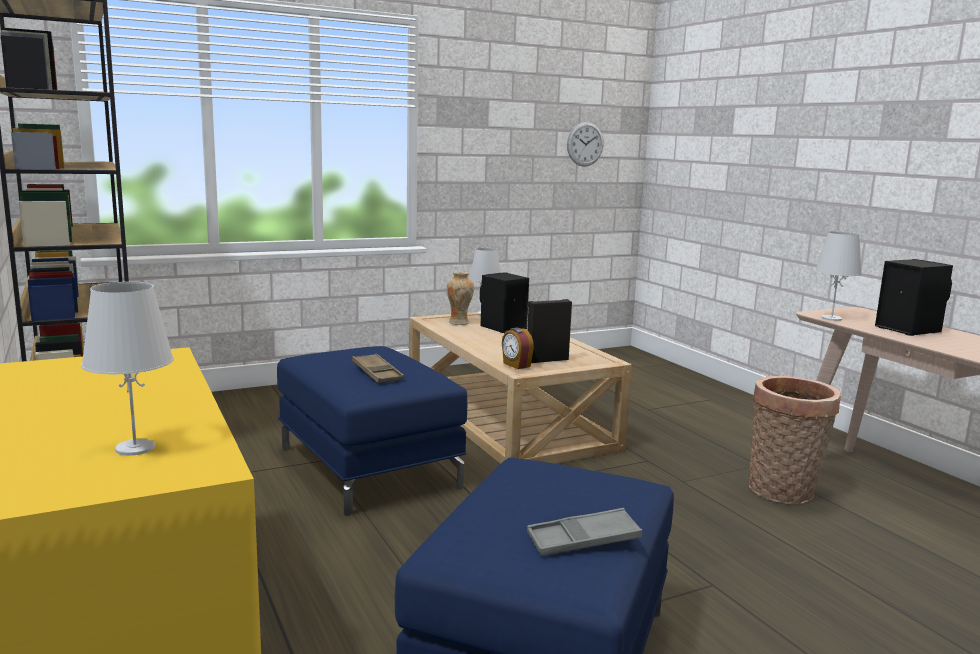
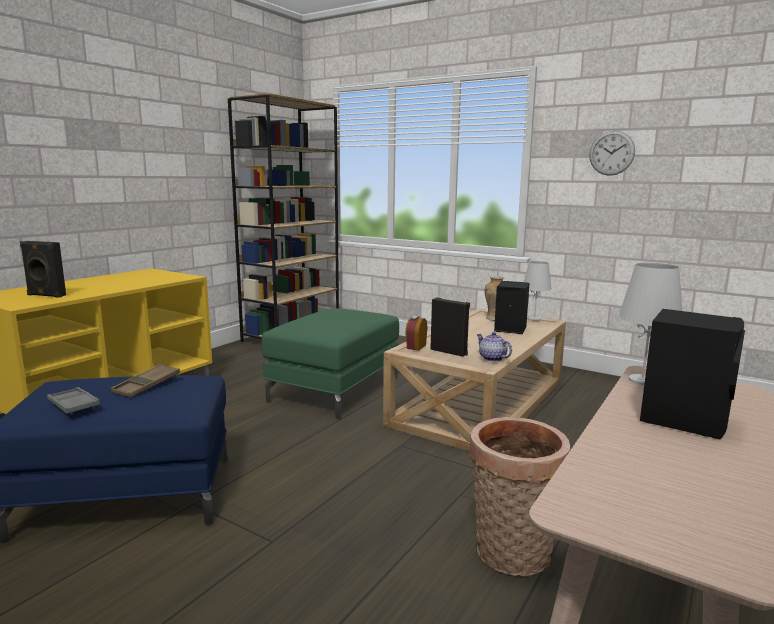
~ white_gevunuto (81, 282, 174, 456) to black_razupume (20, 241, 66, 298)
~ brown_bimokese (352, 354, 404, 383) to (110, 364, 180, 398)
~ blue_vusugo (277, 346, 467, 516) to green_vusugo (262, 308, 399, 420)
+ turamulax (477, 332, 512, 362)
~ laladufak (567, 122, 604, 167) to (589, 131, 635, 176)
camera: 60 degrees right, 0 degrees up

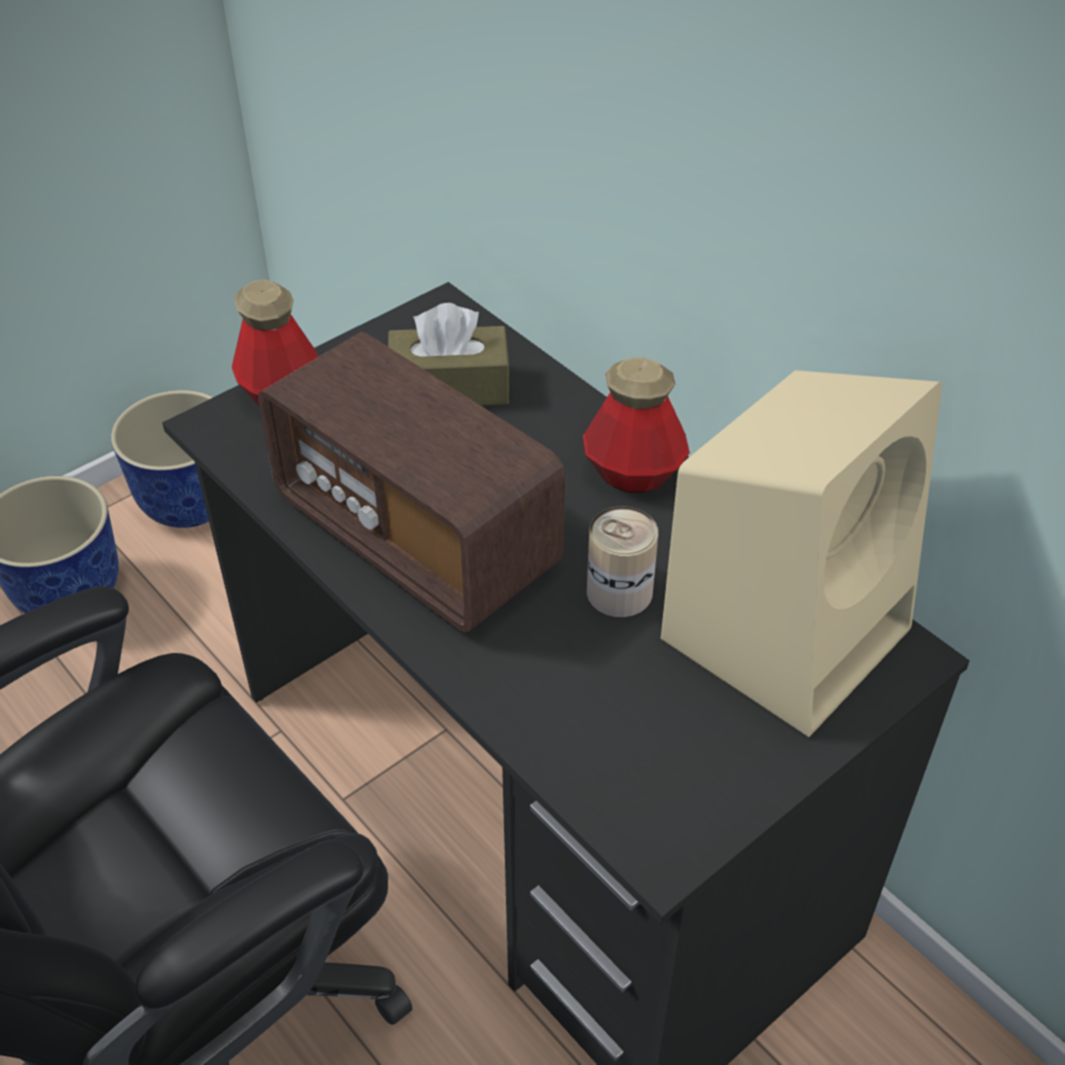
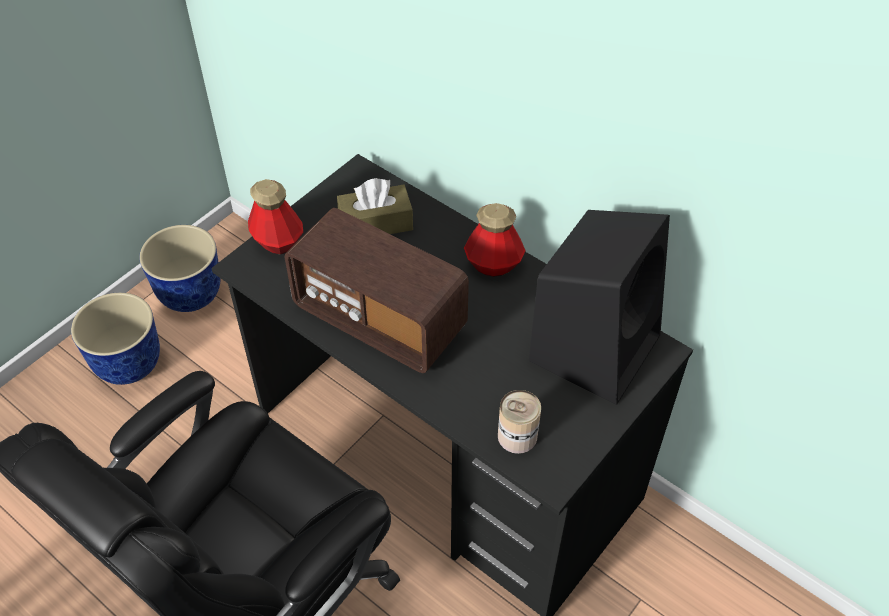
~ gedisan (587, 506, 658, 617) to (498, 390, 541, 454)
~ beige_razupume (661, 370, 942, 737) to black_razupume (529, 210, 670, 405)
camera: 10 degrees left, 5 degrees up

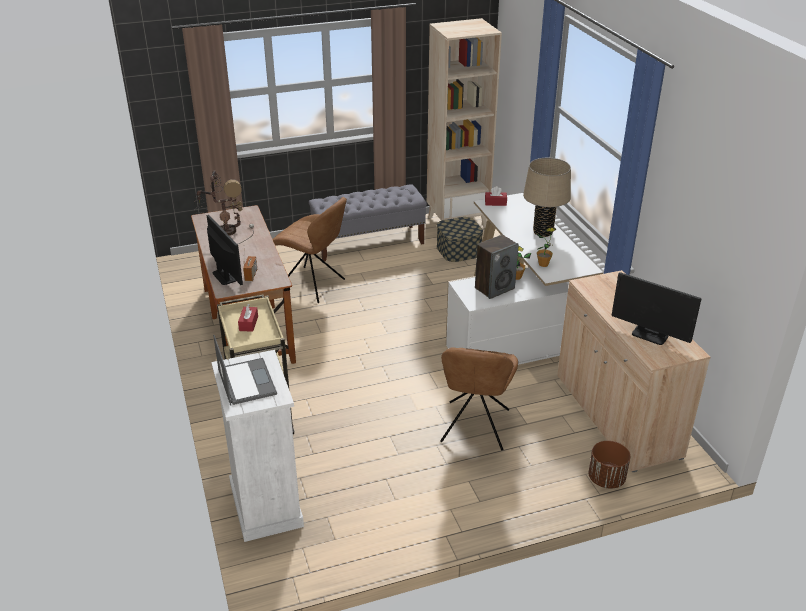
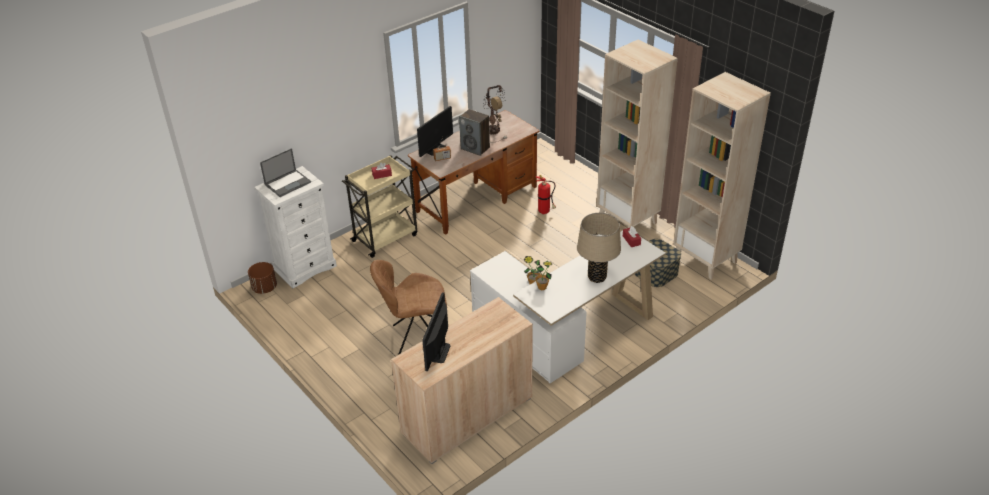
~ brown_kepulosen (588, 441, 630, 489) to (248, 262, 277, 294)
~ razupume (475, 235, 519, 299) to (459, 109, 490, 156)
~ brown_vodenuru (273, 197, 347, 303) to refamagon (536, 175, 556, 215)
~ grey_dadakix (309, 184, 427, 261) to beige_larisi (597, 40, 678, 228)
camera: 70 degrees right, 5 degrees up

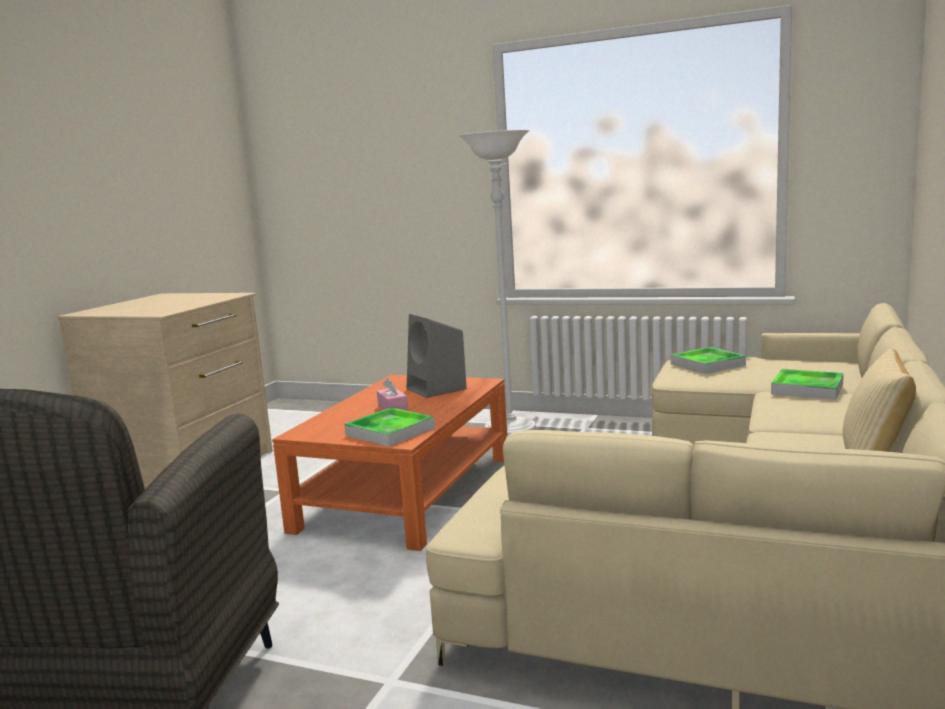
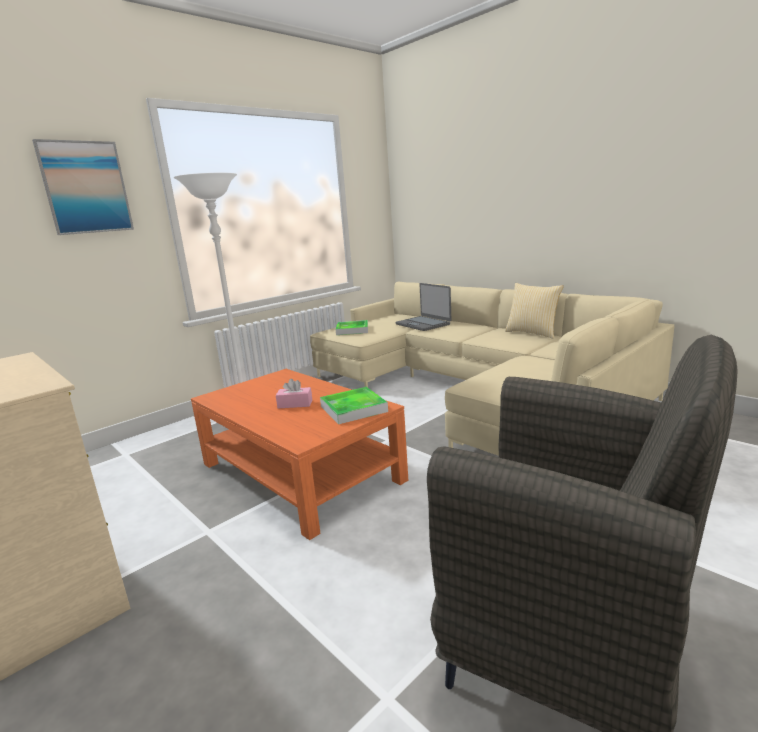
+ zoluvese (32, 139, 134, 235)
~ bimokese (771, 369, 844, 400) to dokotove (396, 283, 451, 331)
- grey_razupume (407, 314, 467, 398)
camera: 65 degrees left, 5 degrees up

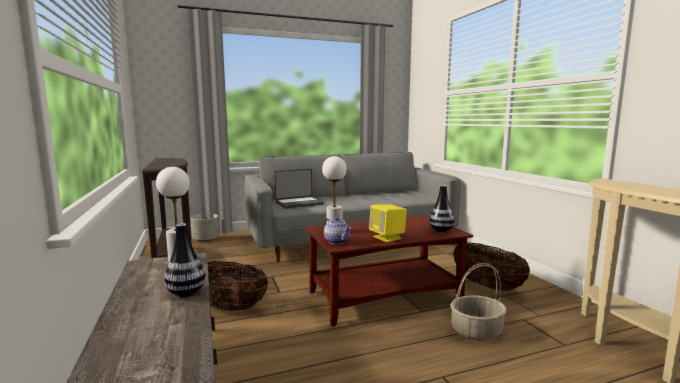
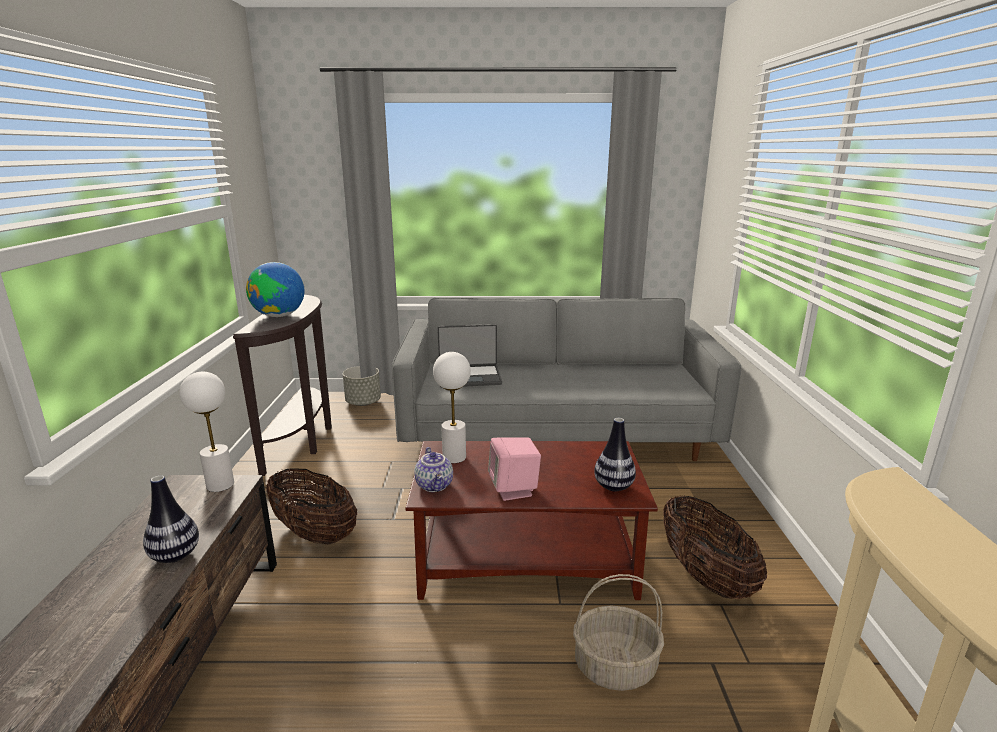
+ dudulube (246, 262, 304, 317)
~ yellow_razupume (369, 205, 407, 242) to pink_razupume (488, 437, 541, 501)
camera: 20 degrees right, 10 degrees up

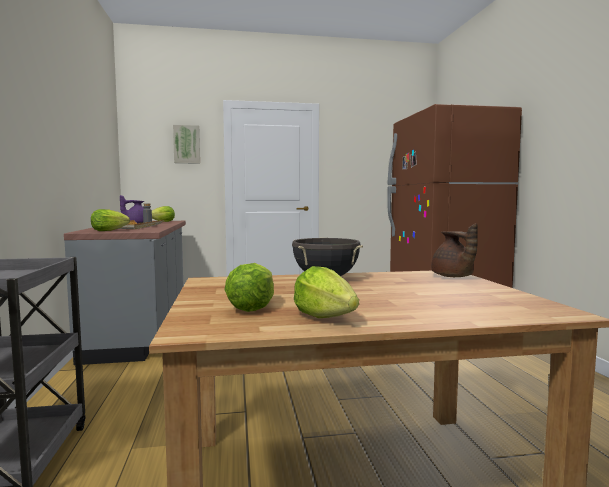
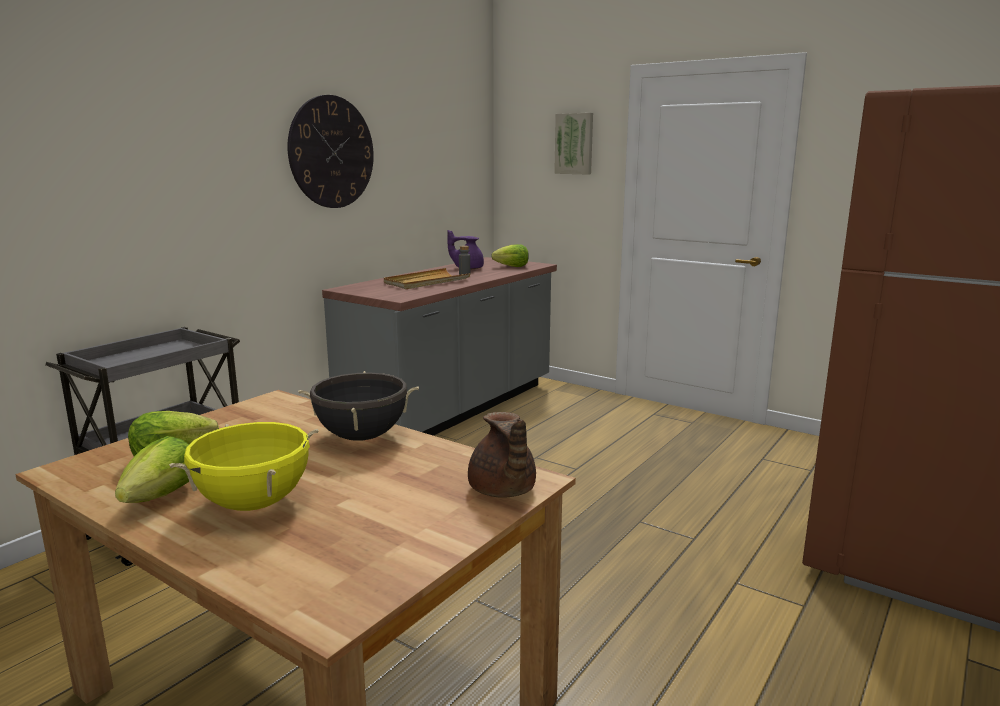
+ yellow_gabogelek (169, 422, 319, 511)
+ laladufak (288, 95, 374, 208)
~ brown_turamulax (431, 223, 478, 277) = (468, 412, 536, 498) 45 degrees counterclockwise
- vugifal (91, 209, 130, 231)
camera: 45 degrees right, 10 degrees up

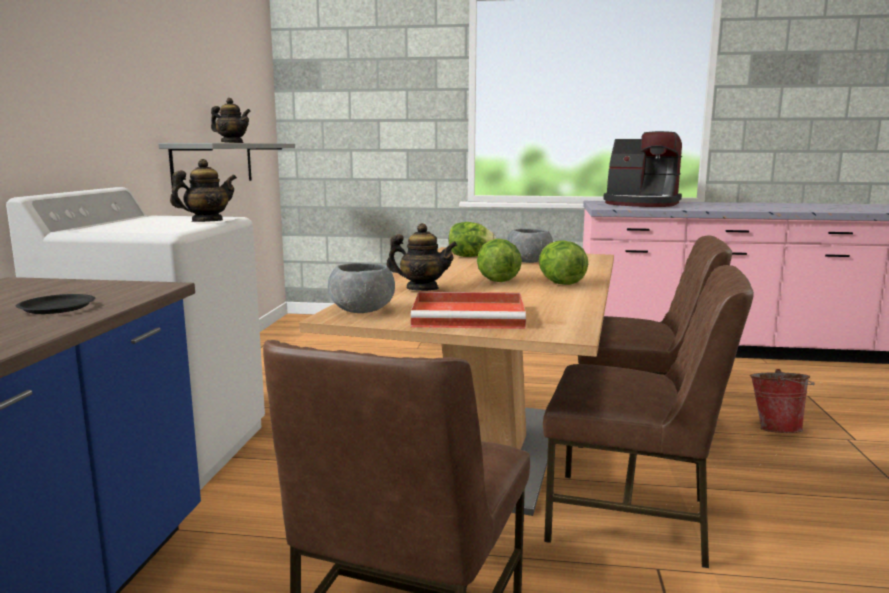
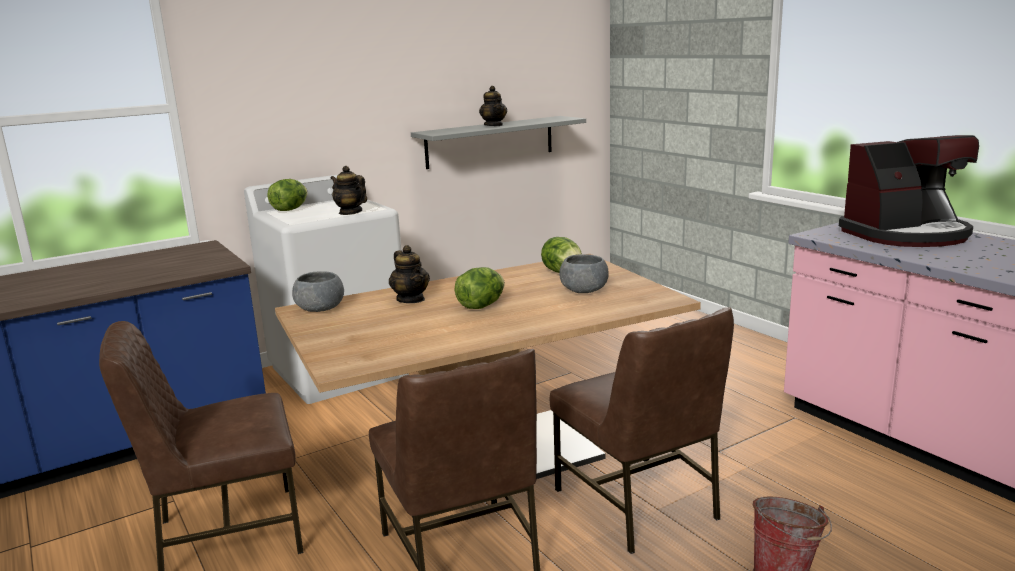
~ vugifal (539, 240, 588, 285) to (268, 179, 308, 211)
~ turamulax (170, 159, 237, 222) = (331, 166, 367, 215) 150 degrees counterclockwise
~ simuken (603, 131, 682, 207) = (839, 135, 979, 247) 90 degrees counterclockwise
- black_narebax (16, 294, 95, 314)
- red_bimokese (411, 292, 526, 329)
camera: 50 degrees right, 5 degrees up

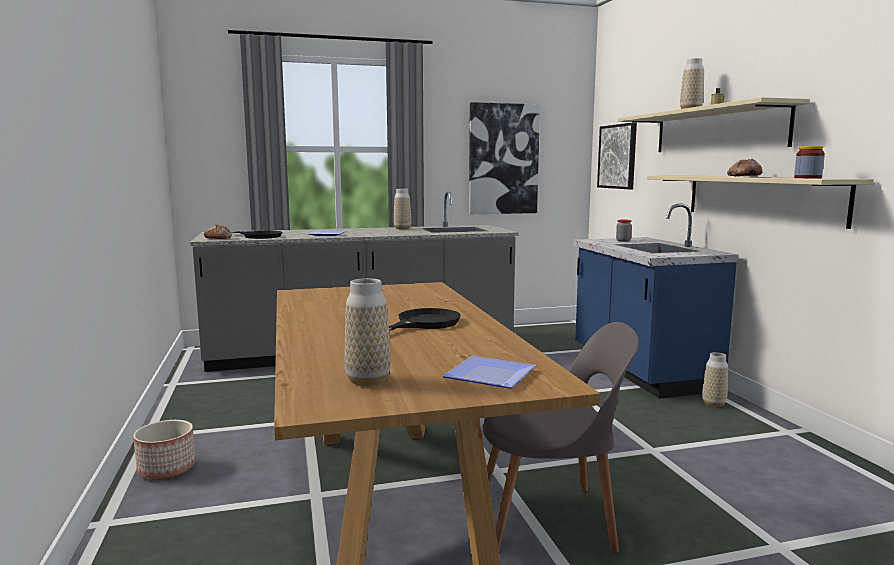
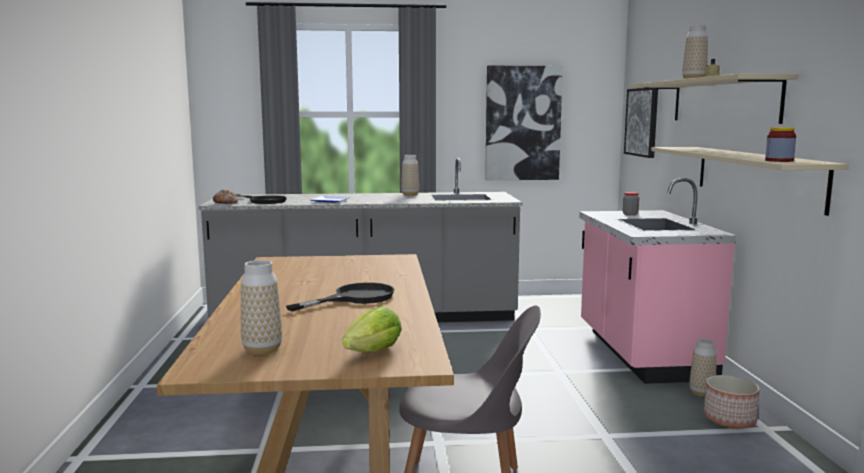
~ narebax (443, 356, 536, 388) to vugifal (342, 306, 402, 352)
~ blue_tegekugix (573, 204, 738, 399) to pink_tegekugix (579, 178, 736, 384)
~ kepulosen (133, 420, 196, 480) to (704, 375, 760, 429)
- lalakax (727, 159, 763, 177)
camera: 10 degrees right, 0 degrees up

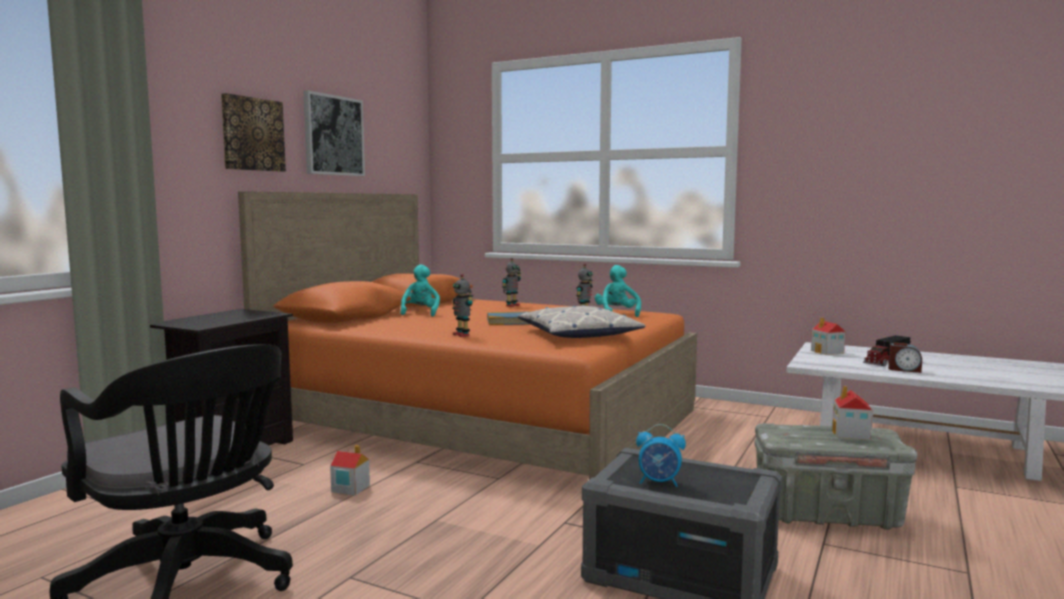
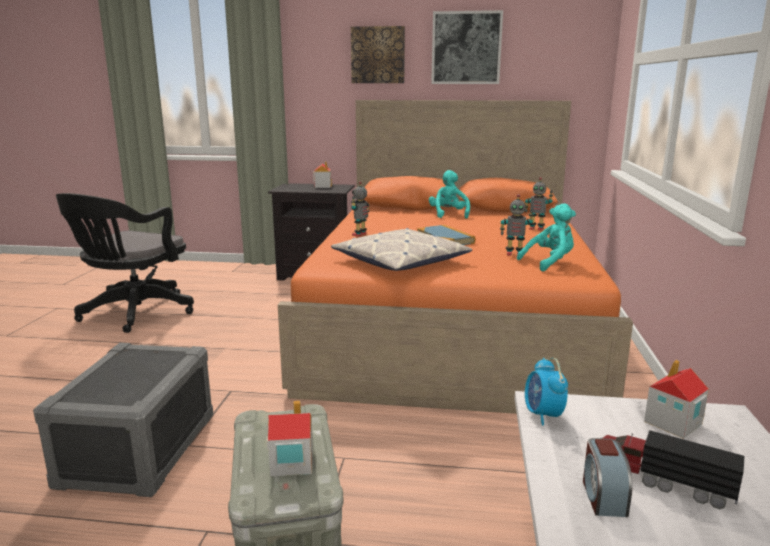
~ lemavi (330, 445, 370, 496) to (313, 162, 332, 188)
~ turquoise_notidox (400, 264, 440, 316) = (429, 170, 470, 219) 75 degrees counterclockwise
~ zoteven (636, 424, 686, 487) to (525, 358, 568, 425)
camera: 70 degrees right, 10 degrees up

